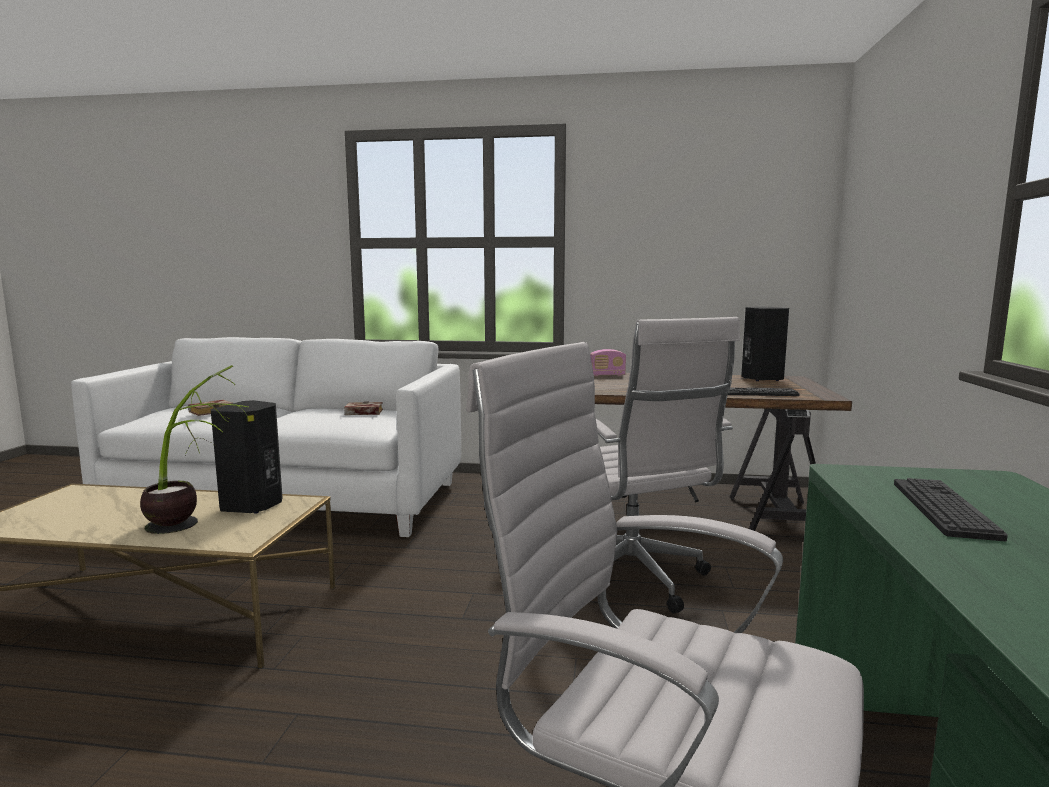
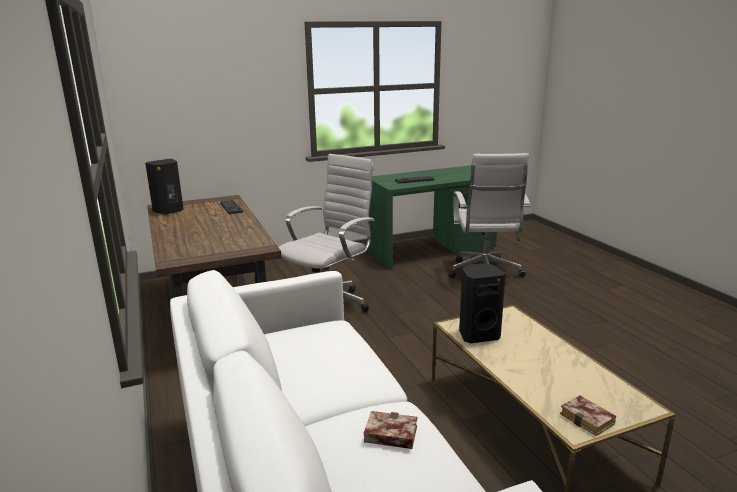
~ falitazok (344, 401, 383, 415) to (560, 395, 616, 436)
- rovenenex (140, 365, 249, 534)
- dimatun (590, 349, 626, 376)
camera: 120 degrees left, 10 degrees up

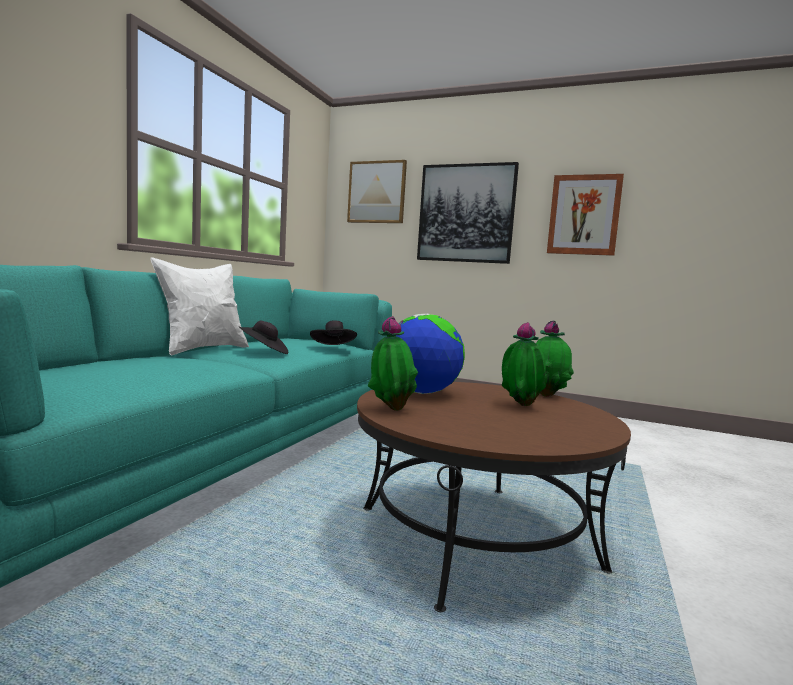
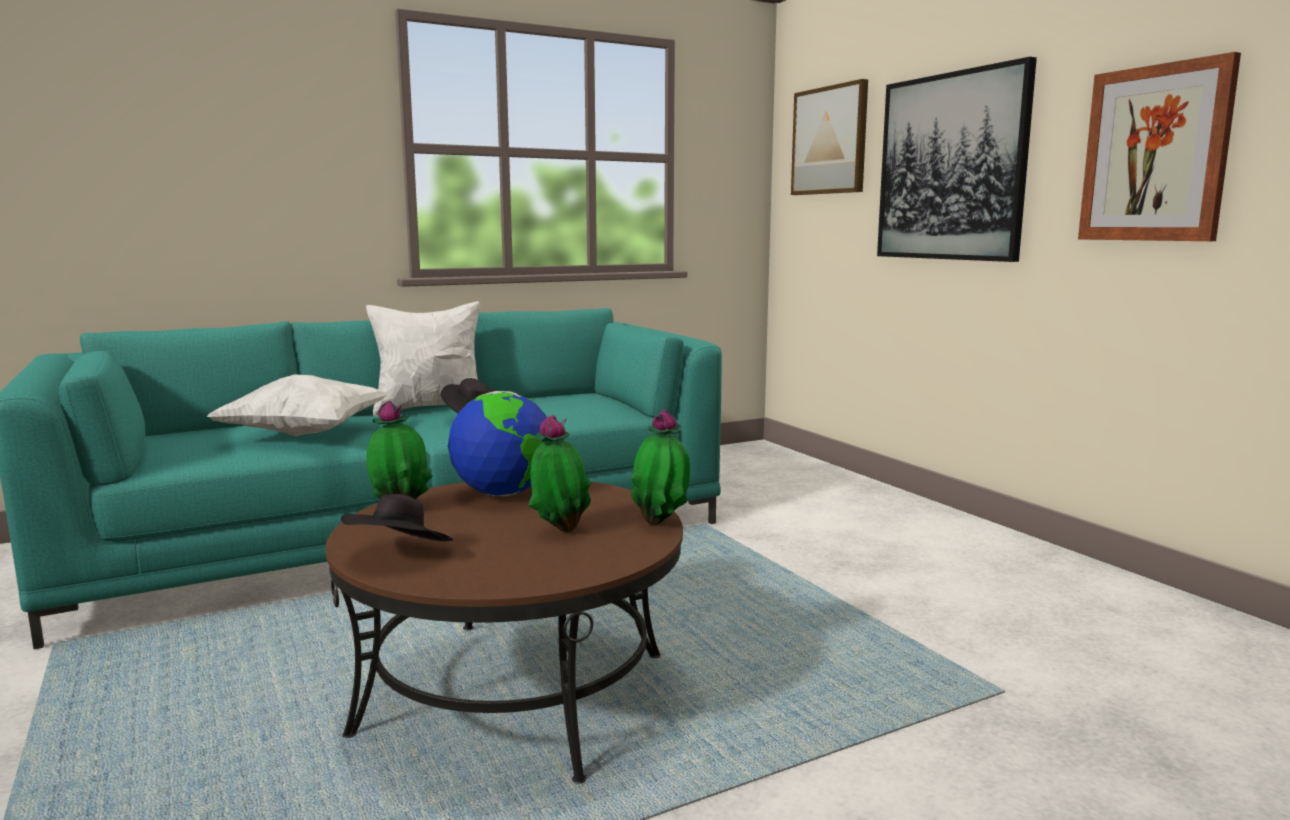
+ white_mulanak (207, 374, 389, 437)
~ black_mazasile (310, 320, 357, 345) to (341, 494, 453, 541)
camera: 40 degrees right, 5 degrees up

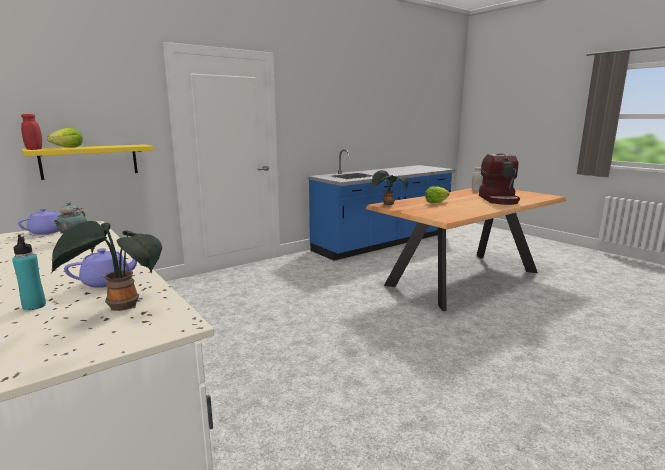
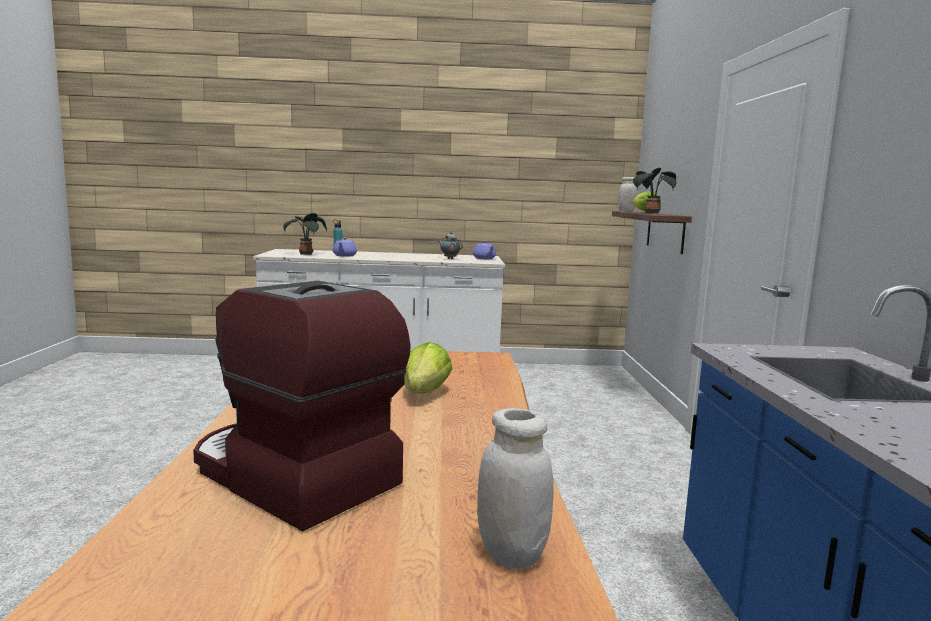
~ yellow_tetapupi (21, 144, 154, 180) to brown_tetapupi (612, 211, 692, 254)
~ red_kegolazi (21, 114, 42, 150) to white_kegolazi (618, 177, 637, 212)
~ rovenenex (372, 170, 408, 205) to (633, 168, 676, 214)
camera: 125 degrees right, 5 degrees down

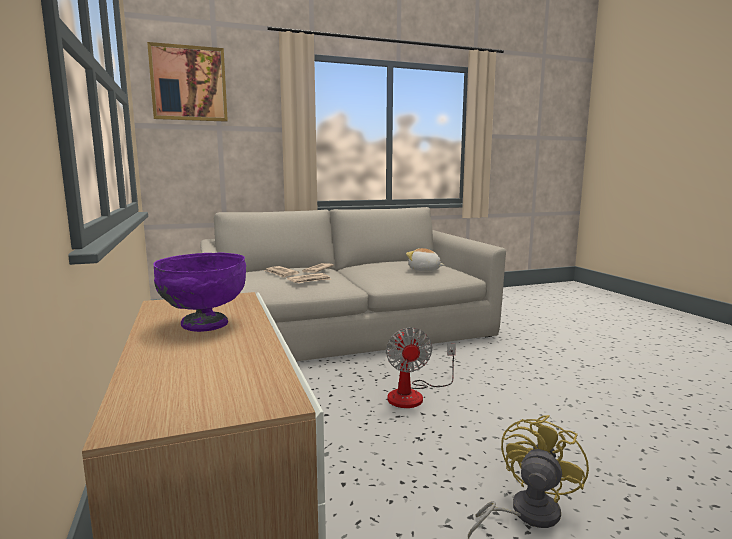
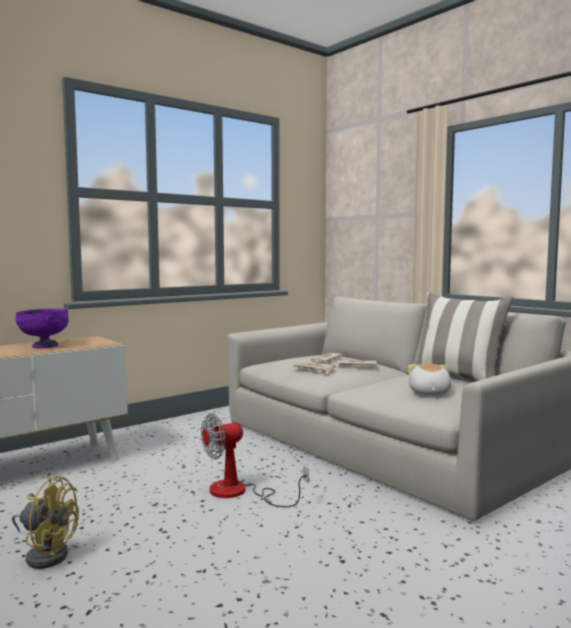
+ mulanak (414, 292, 514, 381)
- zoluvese (147, 42, 228, 122)
camera: 70 degrees right, 5 degrees down

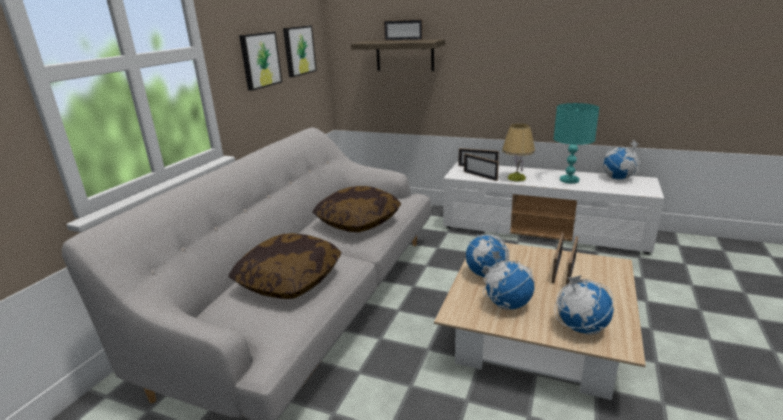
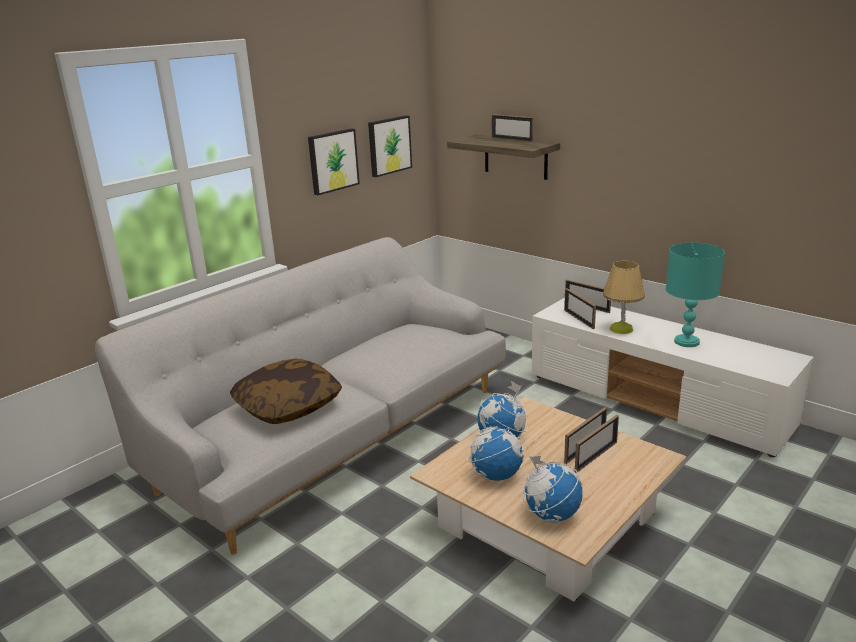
- mulanak (312, 186, 401, 232)
- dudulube (603, 139, 640, 179)
camera: 20 degrees right, 0 degrees up

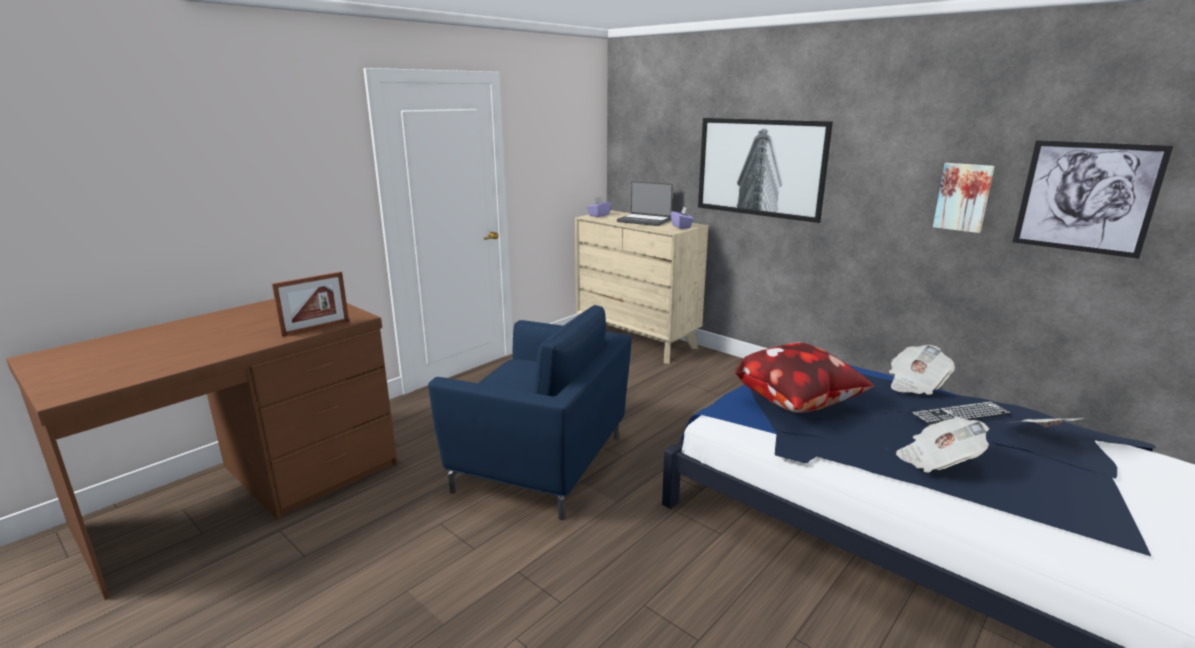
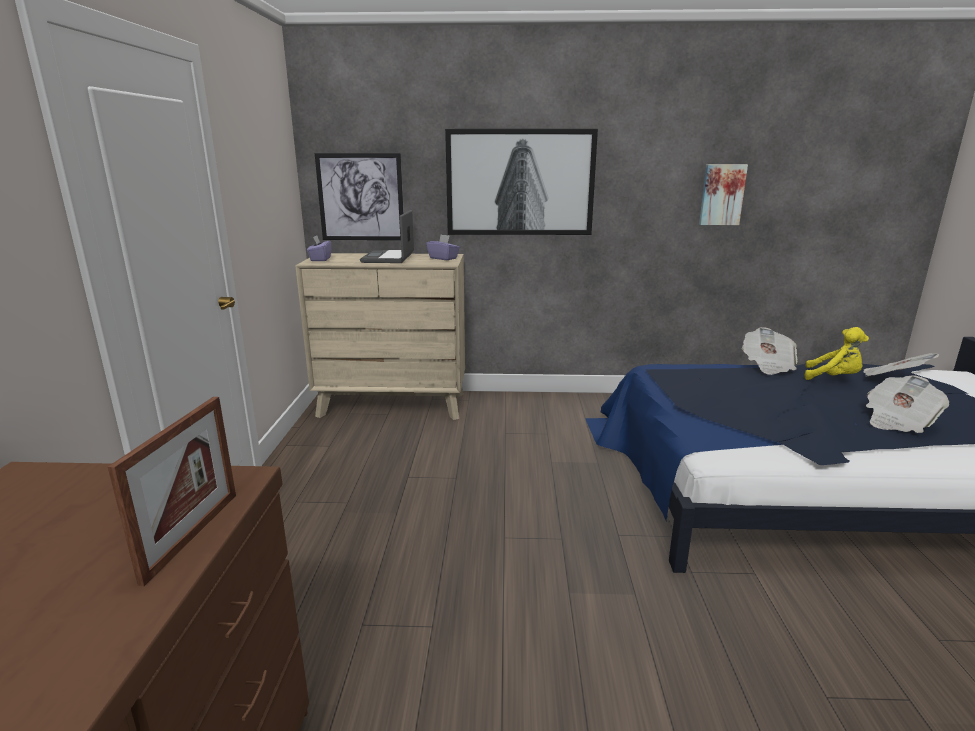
~ zoluvese (1013, 140, 1173, 259) to (315, 153, 403, 240)
~ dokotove (617, 181, 673, 226) = (360, 210, 414, 263) 105 degrees clockwise
~ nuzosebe (911, 401, 1012, 425) to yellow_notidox (804, 327, 869, 380)
- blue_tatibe (428, 305, 632, 520)
- mulanak (735, 342, 874, 413)
camera: 40 degrees left, 0 degrees up

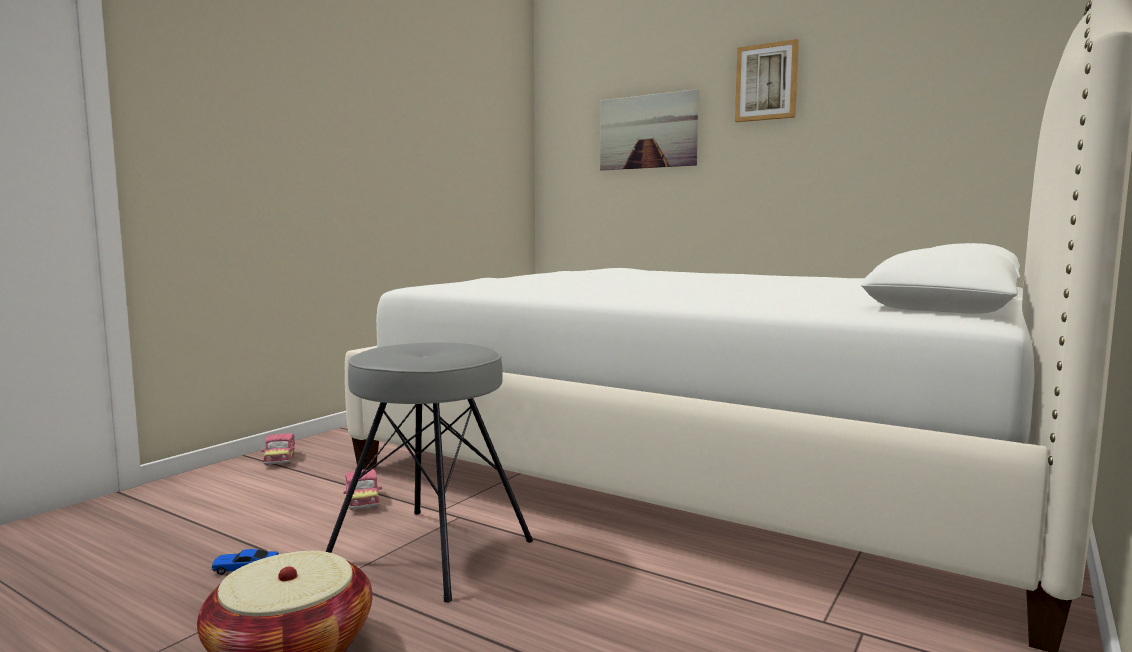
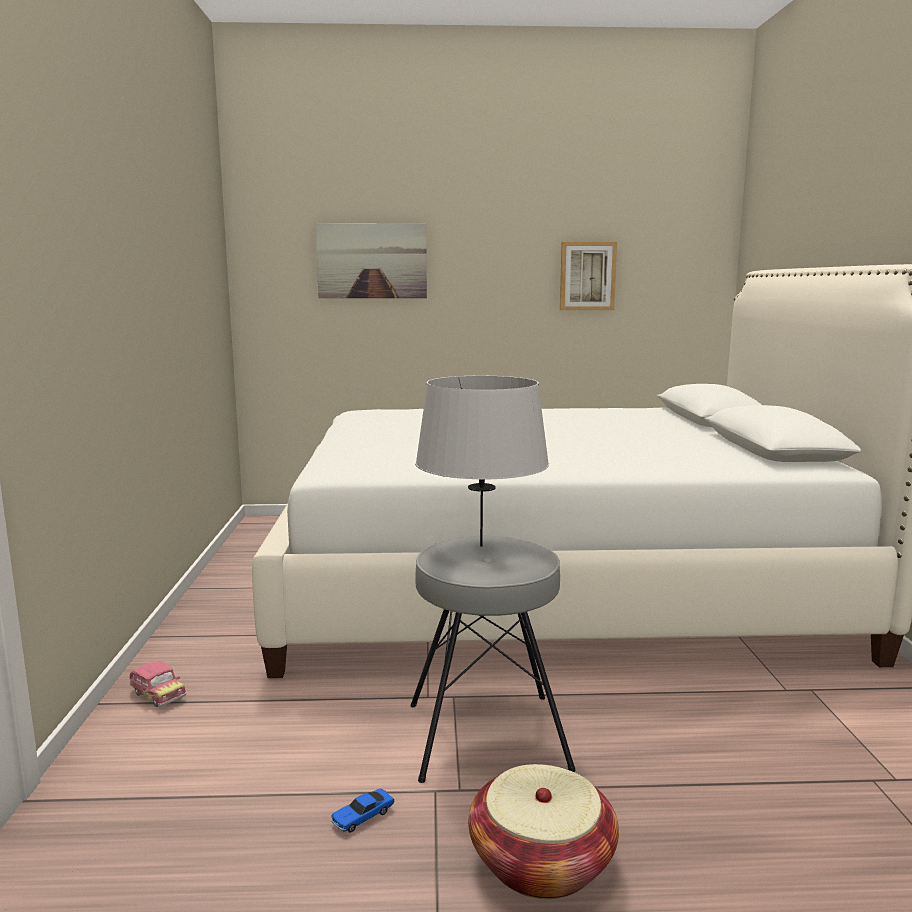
+ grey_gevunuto (415, 376, 549, 547)
~ zoluvese (735, 39, 799, 122) to (560, 242, 617, 310)
- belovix (343, 469, 382, 510)
camera: 35 degrees left, 5 degrees up

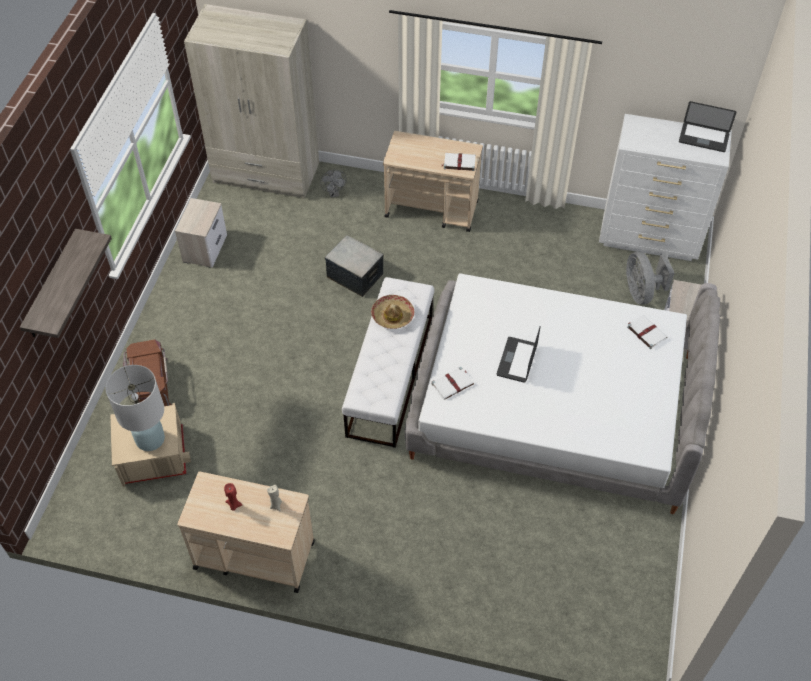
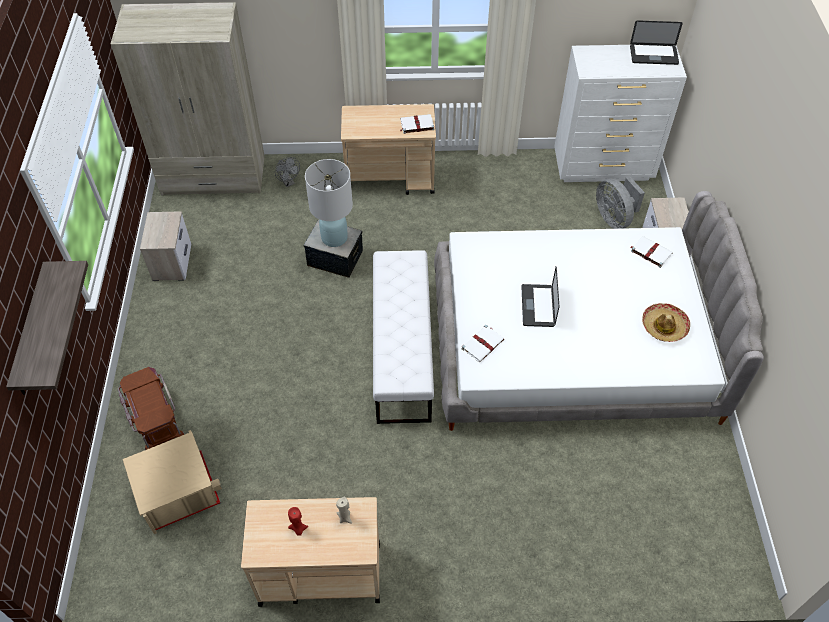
~ white_gevunuto (105, 365, 165, 451) to (305, 159, 353, 247)
~ mazasile (371, 295, 414, 329) to (642, 303, 690, 342)
camera: 15 degrees left, 0 degrees up

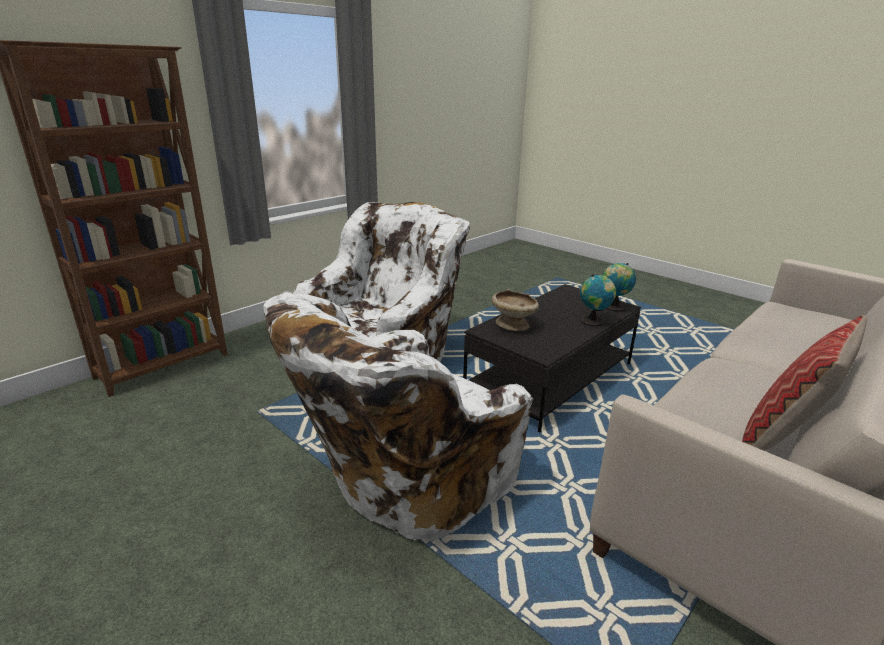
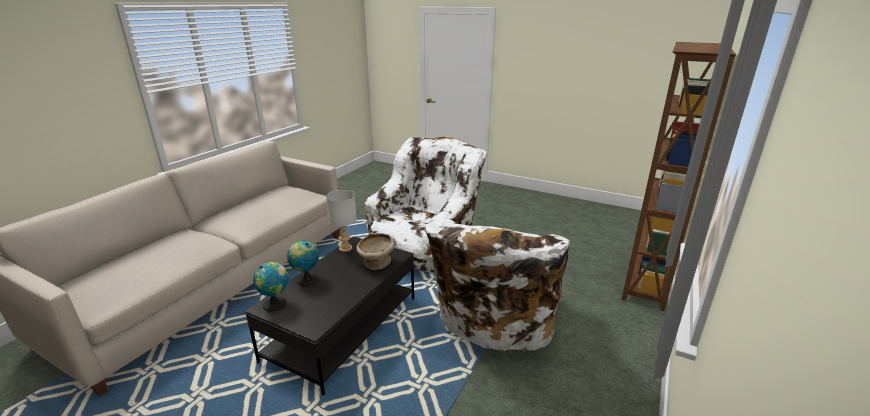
+ grey_gevunuto (326, 190, 357, 252)
- mulanak (742, 315, 868, 451)
camera: 165 degrees right, 0 degrees up

